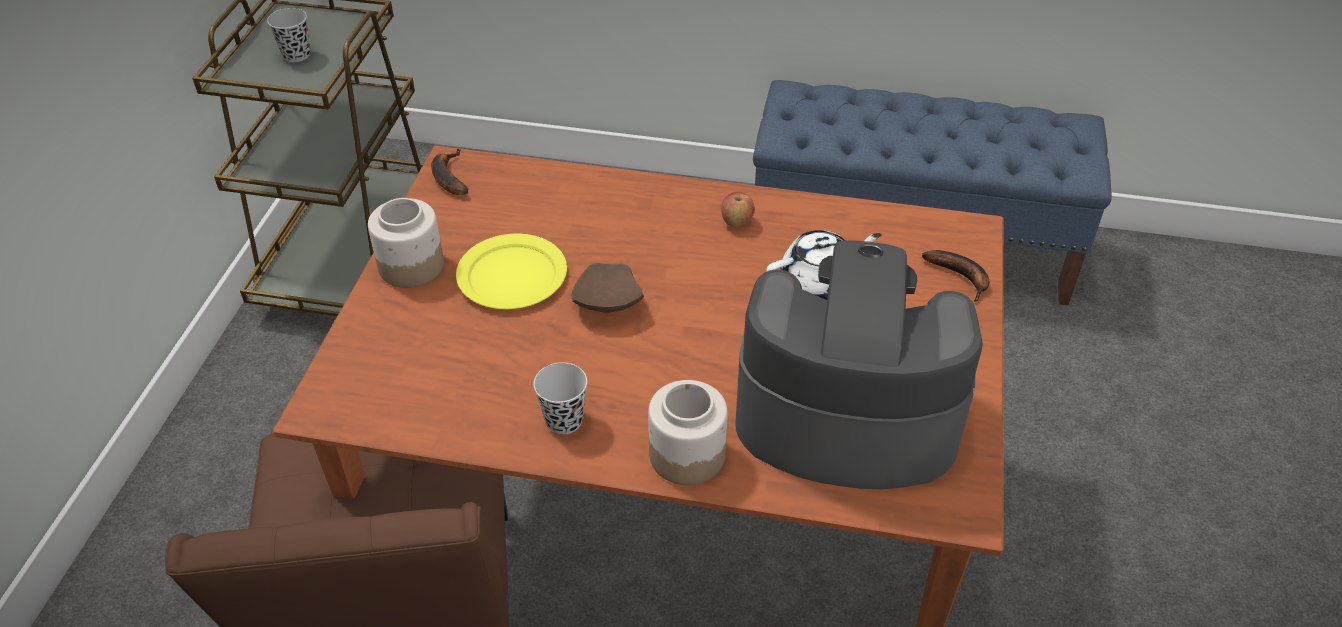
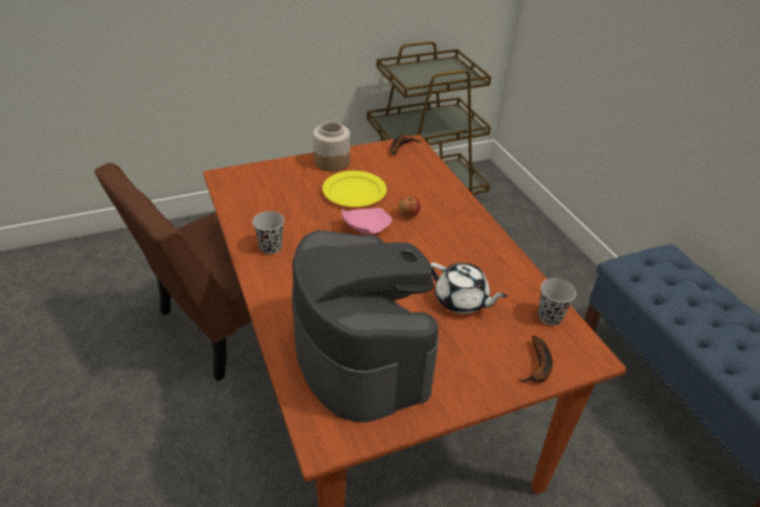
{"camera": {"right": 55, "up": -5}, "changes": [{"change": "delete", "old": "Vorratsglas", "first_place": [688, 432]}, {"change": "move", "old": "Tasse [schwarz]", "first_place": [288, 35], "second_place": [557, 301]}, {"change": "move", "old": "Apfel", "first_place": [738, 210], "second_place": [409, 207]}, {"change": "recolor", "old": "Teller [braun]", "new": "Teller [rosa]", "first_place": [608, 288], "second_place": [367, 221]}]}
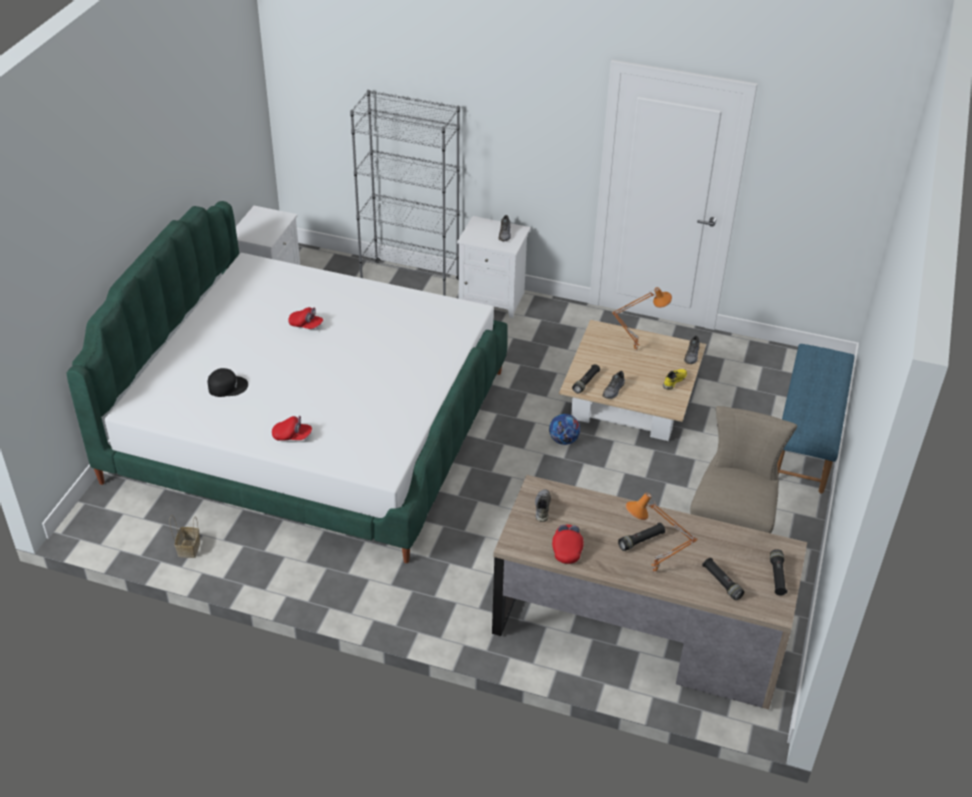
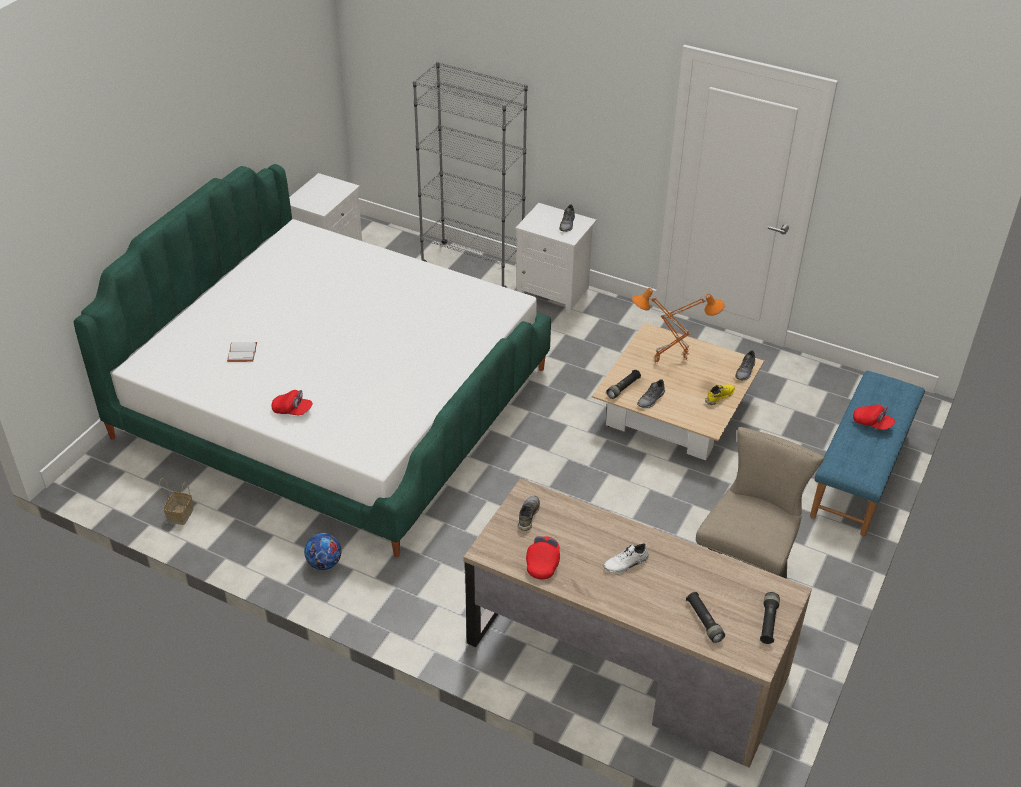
{"camera": {"right": 10, "up": 0}, "changes": [{"change": "move", "old": "Kappe [rot]", "first_place": [305, 318], "second_place": [874, 417]}, {"change": "move", "old": "Fußball", "first_place": [564, 429], "second_place": [322, 551]}, {"change": "move", "old": "Tischlampe [orange]", "first_place": [662, 532], "second_place": [661, 326]}, {"change": "replace", "old": "Kappe [schwarz]", "new": "Buch [weiß]", "first_place": [227, 382], "second_place": [242, 352]}, {"change": "replace", "old": "Taschenlampe [schwarz]", "new": "Schuh [weiß]", "first_place": [641, 537], "second_place": [626, 558]}]}
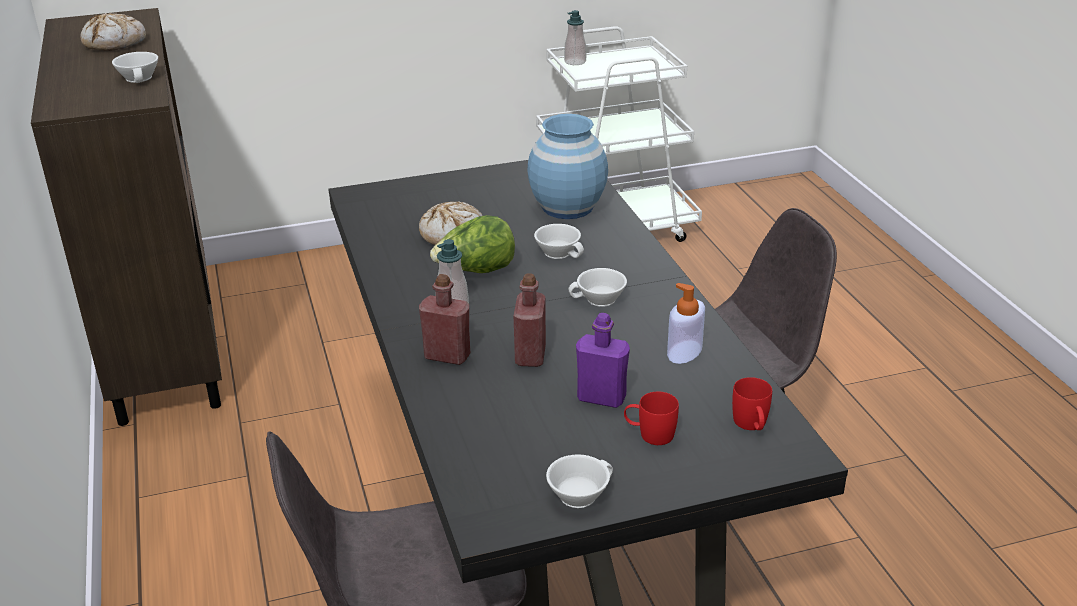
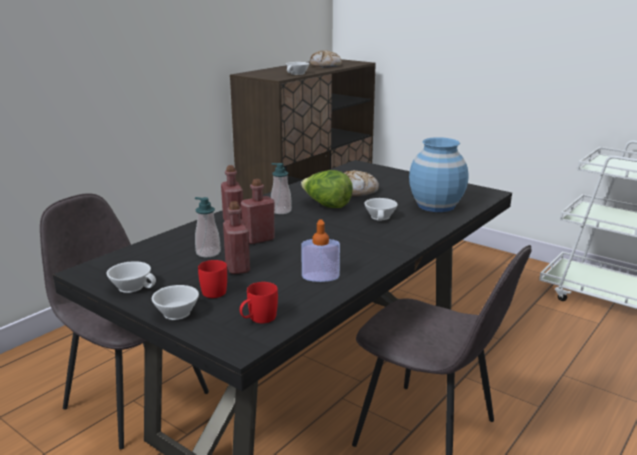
{"camera": {"right": 55, "up": -10}, "changes": [{"change": "move", "old": "Seifenspender", "first_place": [575, 37], "second_place": [208, 227]}, {"change": "move", "old": "Tasse [weiß]", "first_place": [597, 287], "second_place": [175, 302]}, {"change": "recolor", "old": "Flasche [lila]", "new": "Flasche [rot]", "first_place": [603, 360], "second_place": [236, 237]}]}
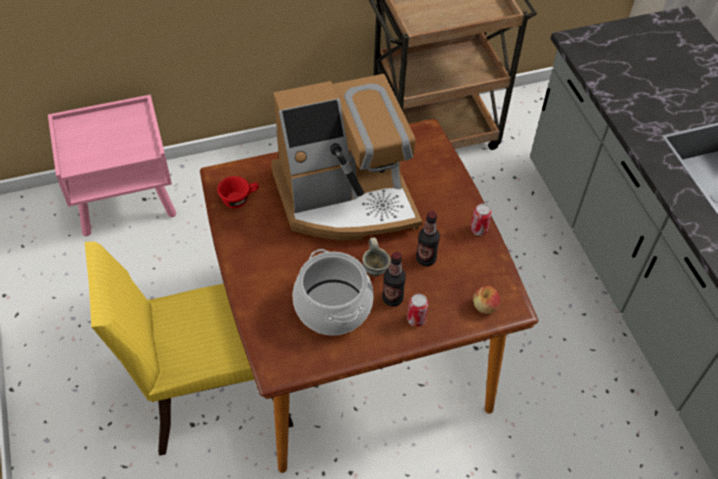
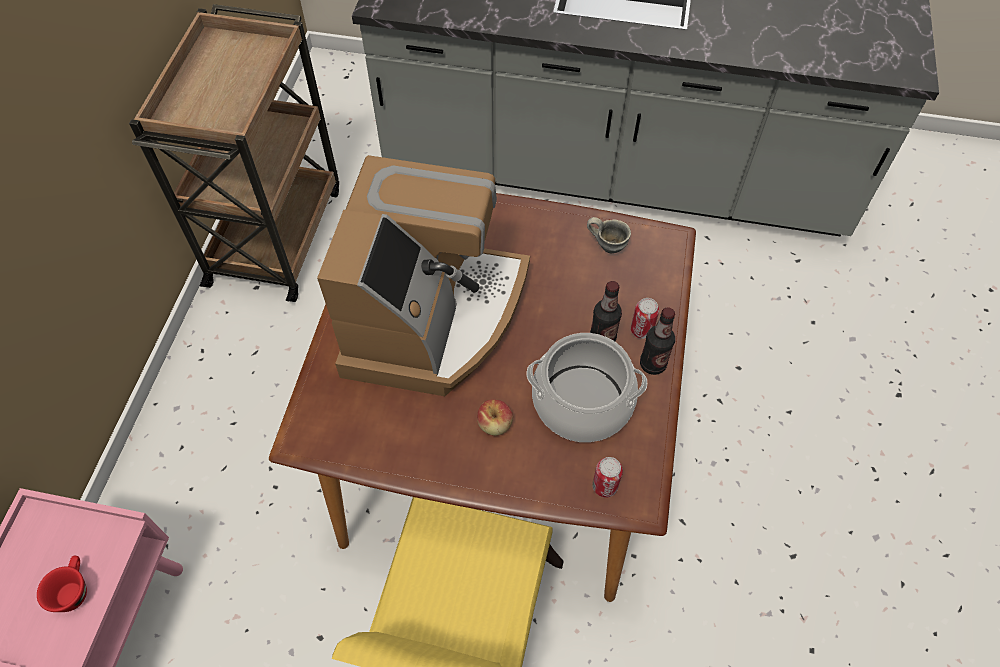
{"camera": {"right": -60, "up": 5}, "changes": [{"change": "move", "old": "Tasse [rot]", "first_place": [238, 192], "second_place": [62, 584]}, {"change": "move", "old": "Henkelbecher [grau]", "first_place": [377, 256], "second_place": [609, 235]}, {"change": "move", "old": "Flasche", "first_place": [428, 238], "second_place": [657, 341]}, {"change": "move", "old": "Dose", "first_place": [481, 219], "second_place": [607, 477]}, {"change": "move", "old": "Apfel", "first_place": [486, 300], "second_place": [495, 418]}]}
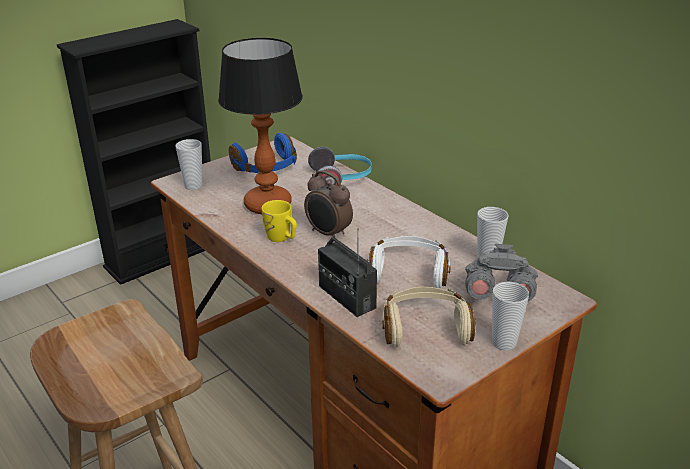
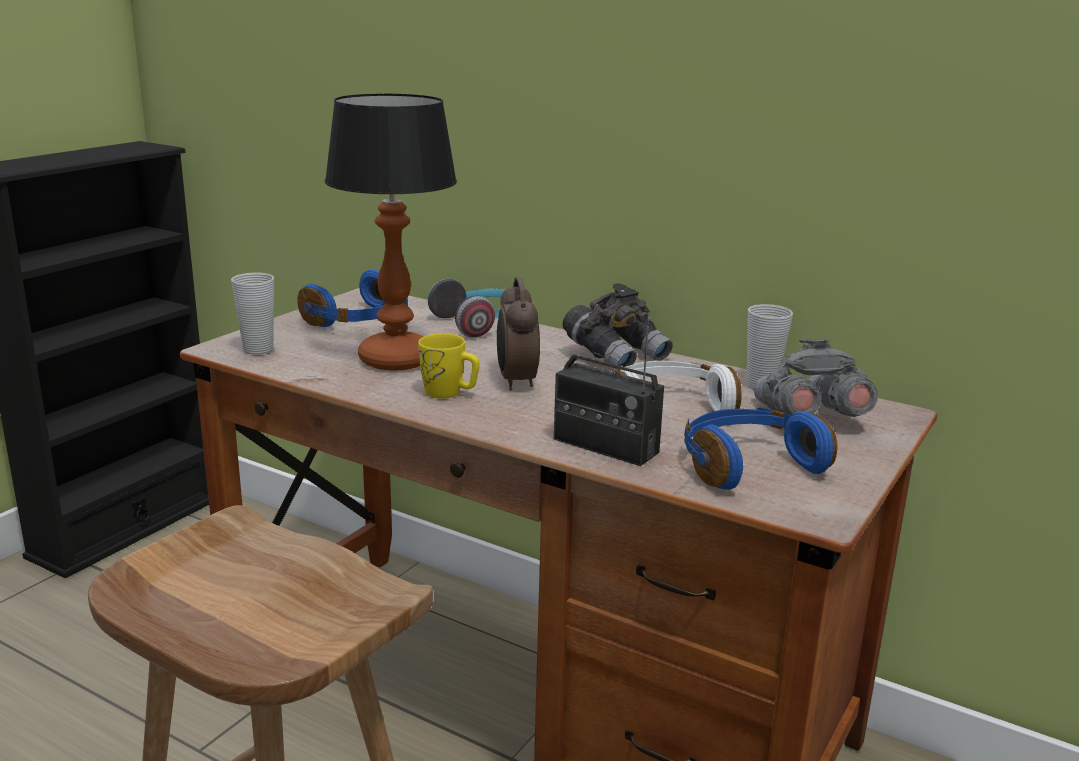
{"camera": {"right": -20, "up": -10}, "changes": [{"change": "delete", "old": "Tasse", "first_place": [510, 316]}, {"change": "insert", "new": "Fernglas [grau]", "second_place": [618, 326]}, {"change": "recolor", "old": "Kopfhörer [beige]", "new": "Kopfhörer [blau]", "first_place": [429, 317], "second_place": [760, 449]}, {"change": "rotate", "old": "Wecker", "first_place": [328, 204], "second_place": [518, 334], "degrees": 60}]}
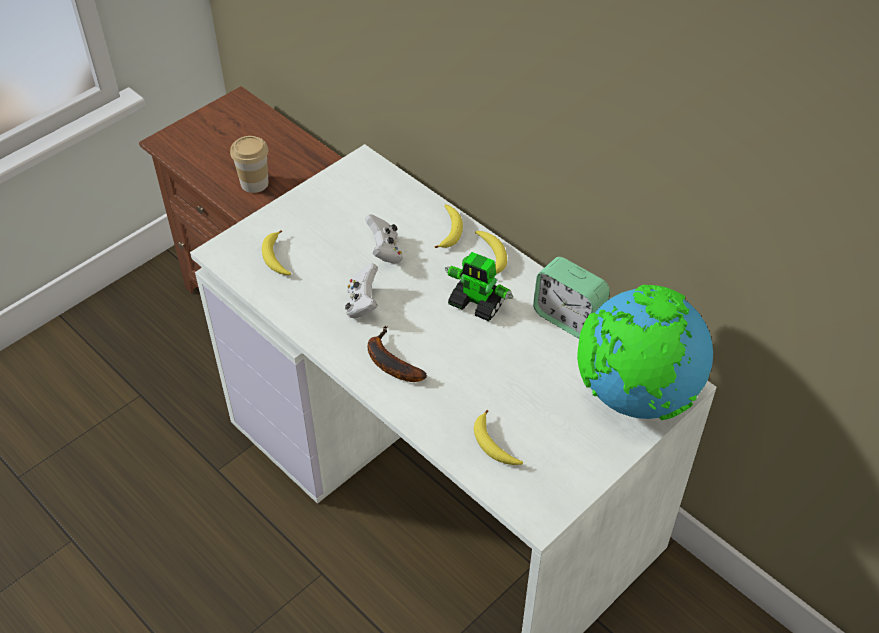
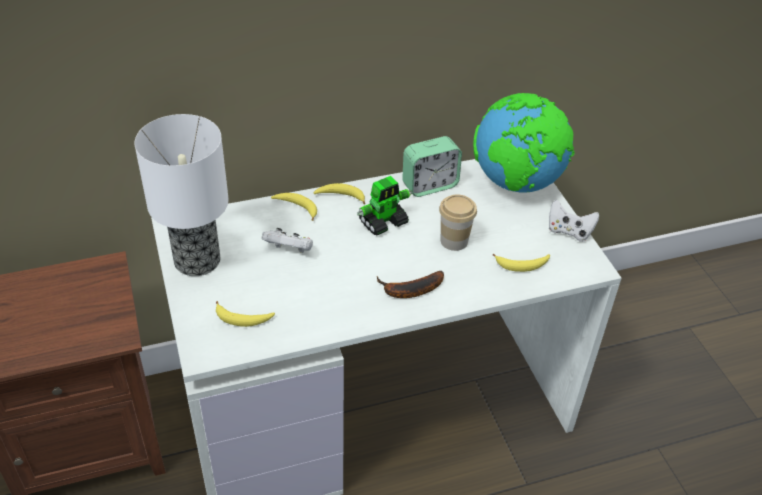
{"camera": {"right": -65, "up": -5}, "changes": [{"change": "insert", "new": "Tischlampe", "second_place": [181, 195]}, {"change": "move", "old": "Tasse", "first_place": [249, 164], "second_place": [458, 222]}, {"change": "move", "old": "Gamepad [weiß]", "first_place": [361, 291], "second_place": [574, 220]}]}
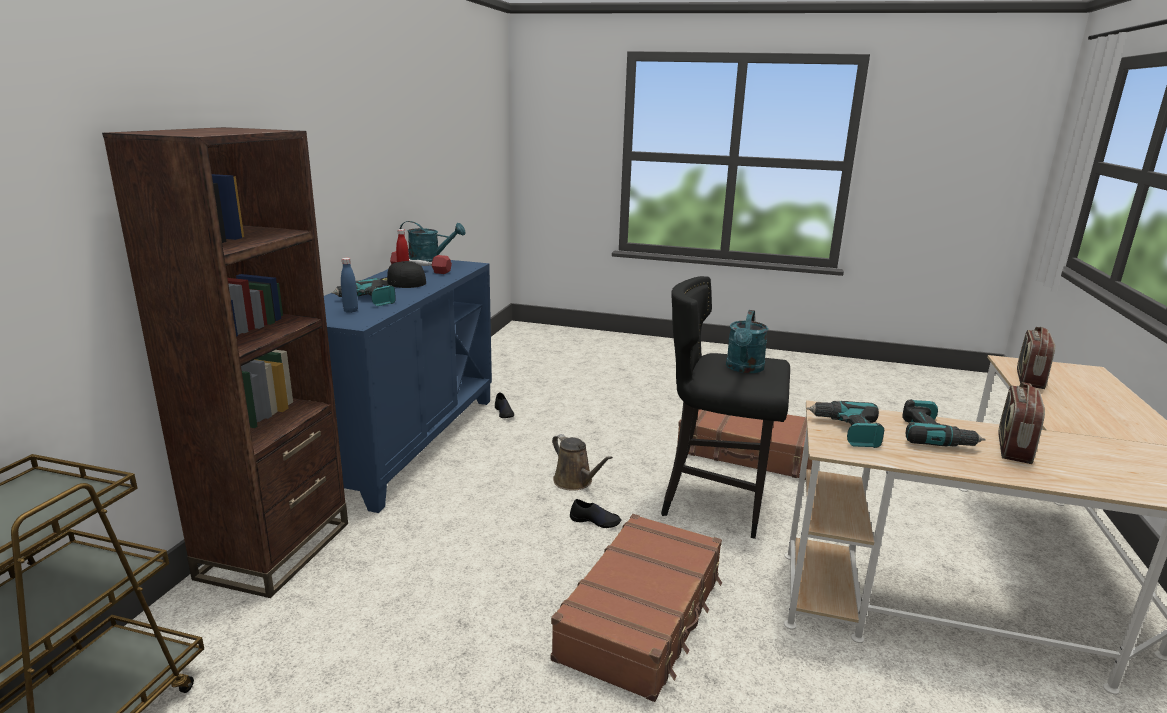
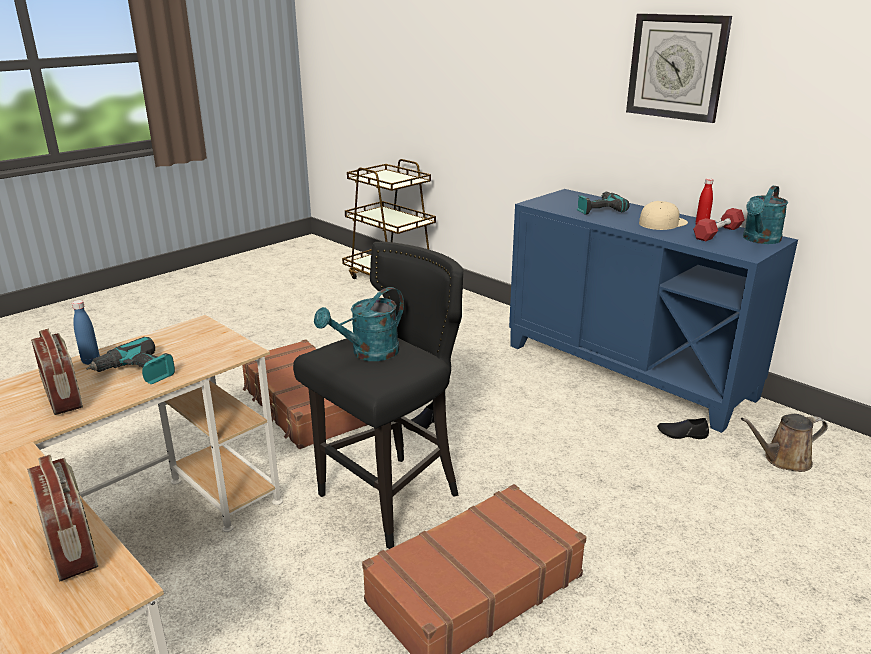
{"camera": {"right": 120, "up": 5}, "changes": [{"change": "delete", "old": "Bücherregal [braun]", "first_place": [225, 362]}, {"change": "delete", "old": "Bohrmaschine", "first_place": [845, 424]}, {"change": "insert", "new": "Wanduhr", "second_place": [679, 68]}, {"change": "move", "old": "Flasche [blau]", "first_place": [349, 285], "second_place": [86, 332]}, {"change": "move", "old": "Gießkanne [braun]", "first_place": [582, 462], "second_place": [784, 443]}, {"change": "recolor", "old": "Kappe [schwarz]", "new": "Kappe [beige]", "first_place": [403, 274], "second_place": [663, 215]}, {"change": "rotate", "old": "Gießkanne [türkis]", "first_place": [747, 341], "second_place": [359, 324], "degrees": -90}]}
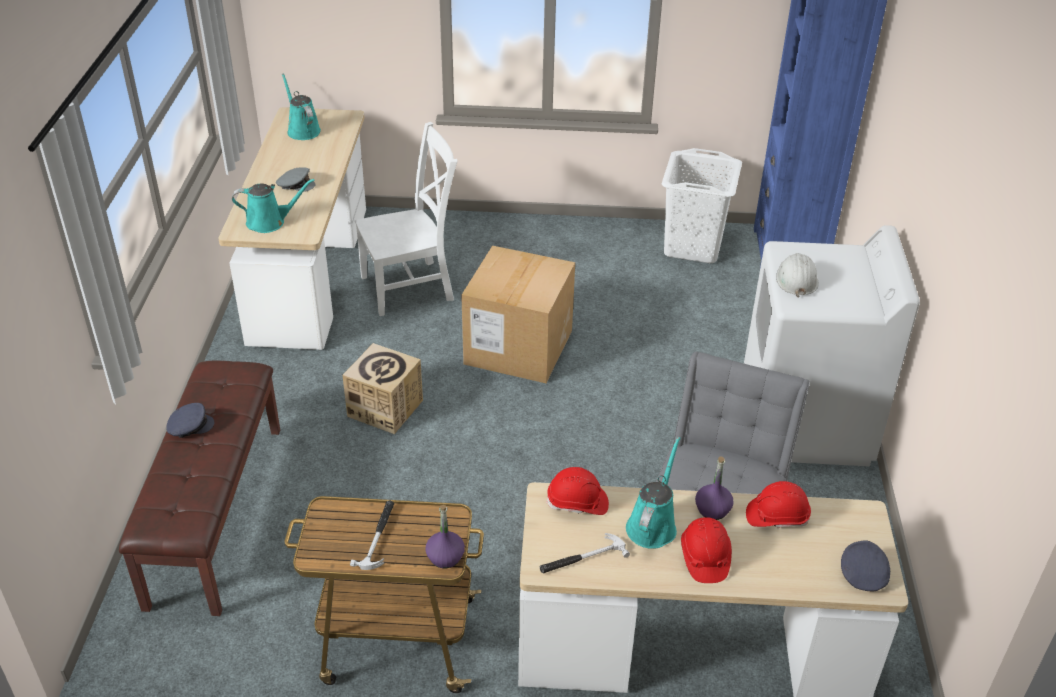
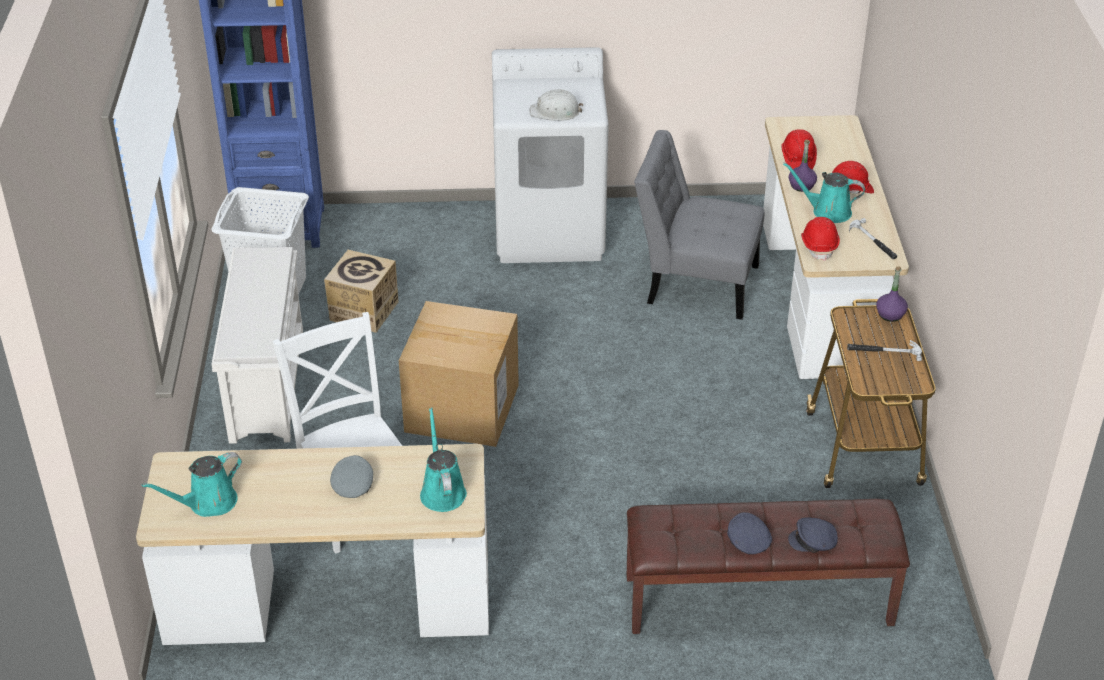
{"camera": {"right": -95, "up": 0}, "changes": [{"change": "insert", "new": "Schuhregal [weiß]", "second_place": [257, 345]}, {"change": "move", "old": "Karton", "first_place": [382, 388], "second_place": [361, 291]}, {"change": "move", "old": "Kappe [grau]", "first_place": [865, 565], "second_place": [813, 535]}]}
